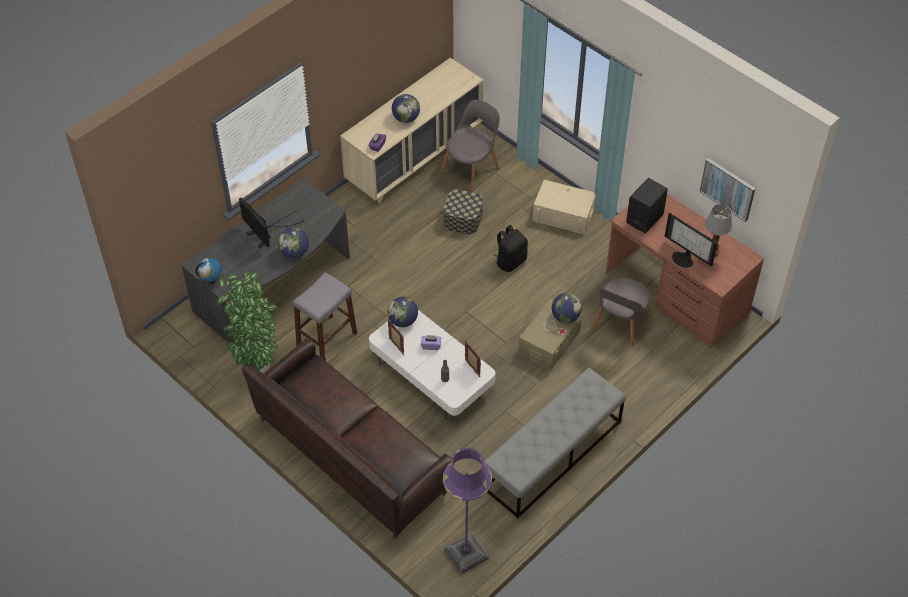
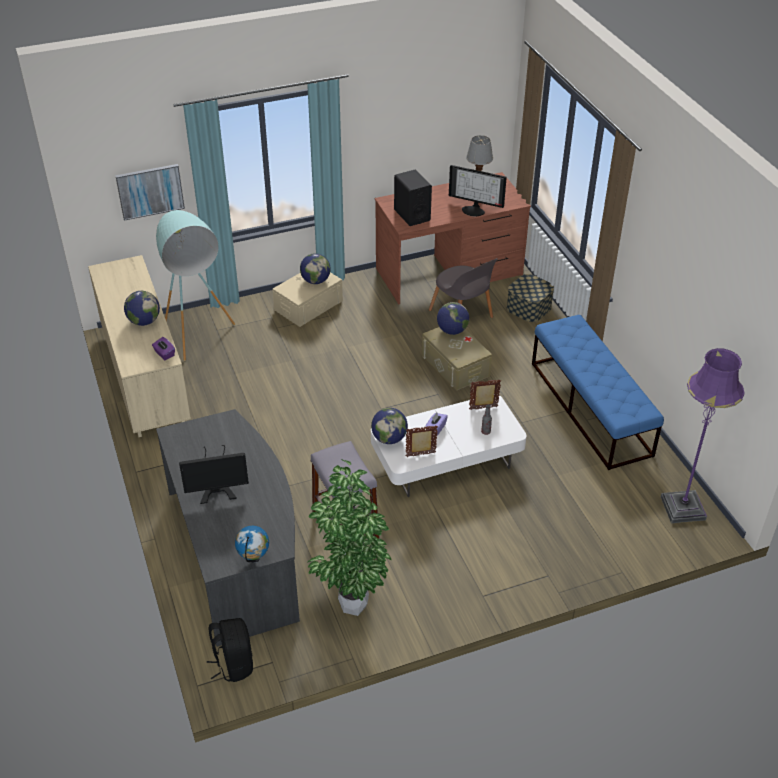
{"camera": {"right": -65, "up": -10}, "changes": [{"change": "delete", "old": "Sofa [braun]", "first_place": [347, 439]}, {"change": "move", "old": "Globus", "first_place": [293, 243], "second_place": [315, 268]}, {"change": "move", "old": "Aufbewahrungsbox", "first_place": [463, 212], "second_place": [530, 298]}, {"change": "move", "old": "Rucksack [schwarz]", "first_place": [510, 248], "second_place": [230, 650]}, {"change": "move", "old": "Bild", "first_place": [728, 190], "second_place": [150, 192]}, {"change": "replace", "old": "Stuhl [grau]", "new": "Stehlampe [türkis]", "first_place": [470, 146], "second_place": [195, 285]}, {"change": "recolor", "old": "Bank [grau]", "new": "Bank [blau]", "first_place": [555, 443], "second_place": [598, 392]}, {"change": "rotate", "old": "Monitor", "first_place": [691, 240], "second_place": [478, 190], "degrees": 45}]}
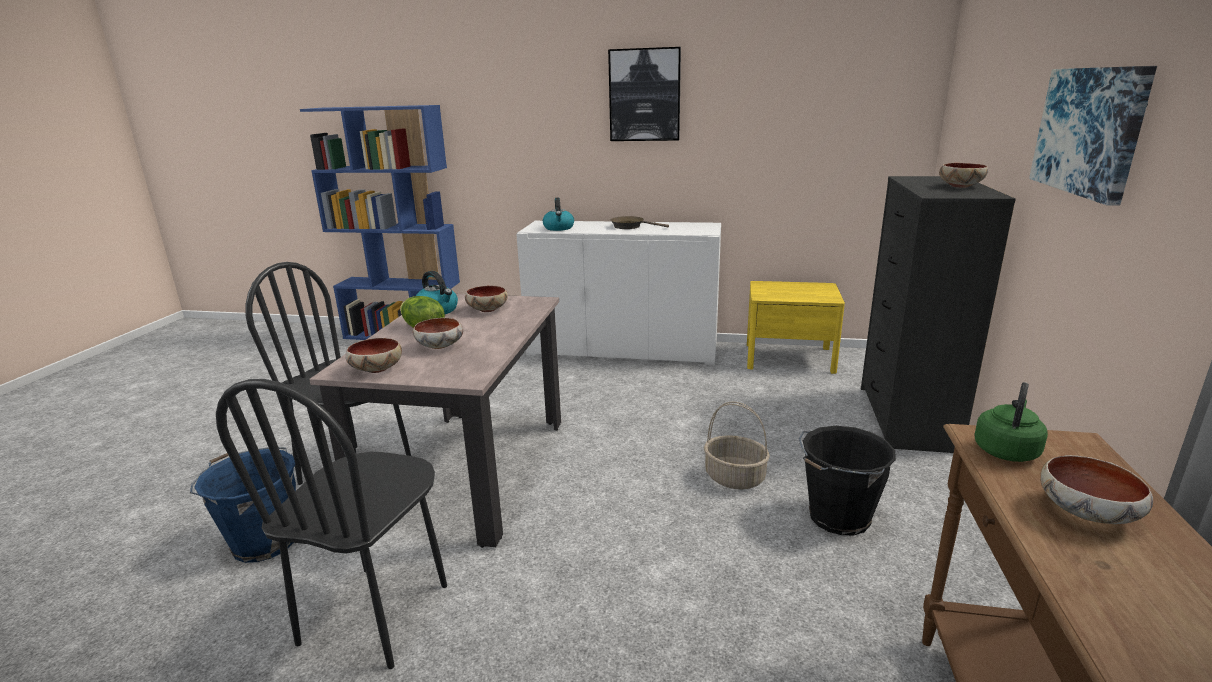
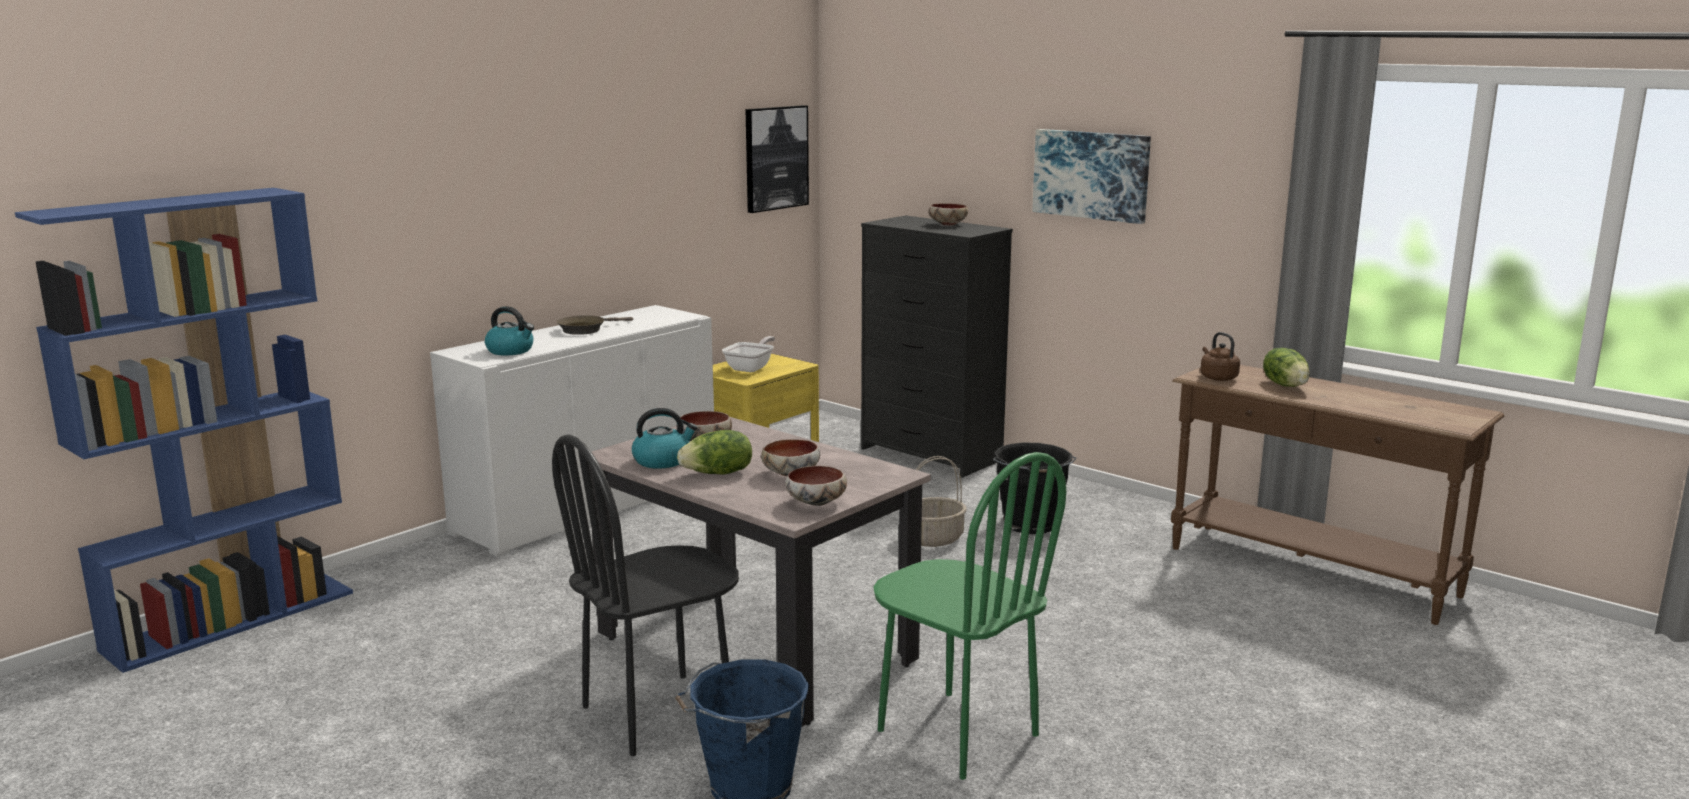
{"camera": {"right": -60, "up": -5}, "changes": [{"change": "insert", "new": "Pfanne", "second_place": [748, 354]}, {"change": "move", "old": "Bild", "first_place": [644, 94], "second_place": [777, 159]}, {"change": "replace", "old": "Schüssel", "new": "Salatkopf", "first_place": [1096, 489], "second_place": [1286, 367]}, {"change": "recolor", "old": "Stuhl [schwarz]", "new": "Stuhl [grün]", "first_place": [331, 524], "second_place": [969, 616]}, {"change": "recolor", "old": "Wasserkessel [grün]", "new": "Wasserkessel [braun]", "first_place": [1011, 422], "second_place": [1220, 356]}]}
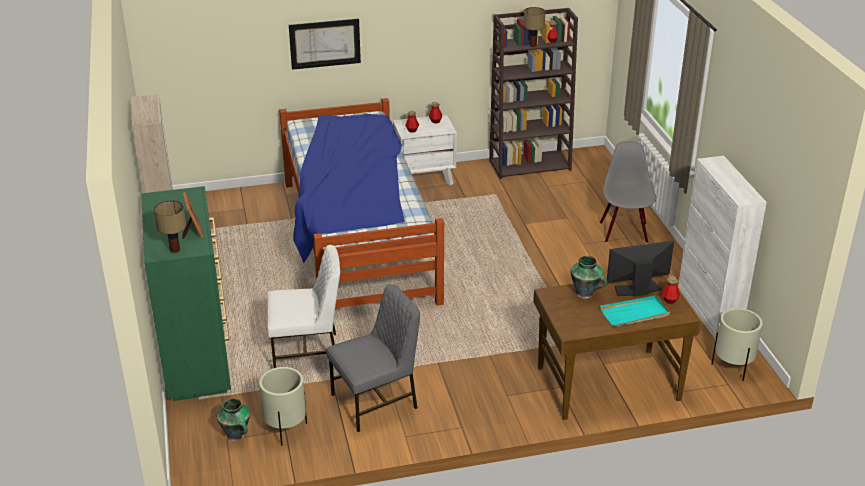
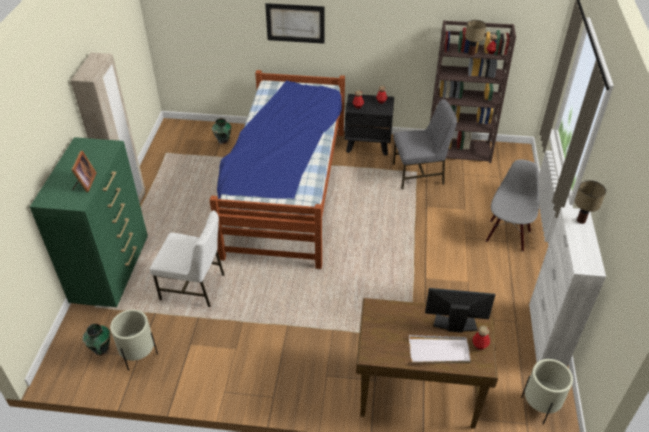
{"camera": {"right": 20, "up": 10}, "changes": [{"change": "move", "old": "Tischlampe", "first_place": [170, 226], "second_place": [590, 202]}, {"change": "move", "old": "Stuhl [grau]", "first_place": [373, 358], "second_place": [425, 144]}, {"change": "move", "old": "Vase", "first_place": [589, 277], "second_place": [221, 131]}, {"change": "recolor", "old": "Nachttisch [weiß]", "new": "Nachttisch [schwarz]", "first_place": [425, 149], "second_place": [369, 125]}, {"change": "recolor", "old": "Tablett [türkis]", "new": "Tablett [weiß]", "first_place": [635, 311], "second_place": [440, 349]}]}
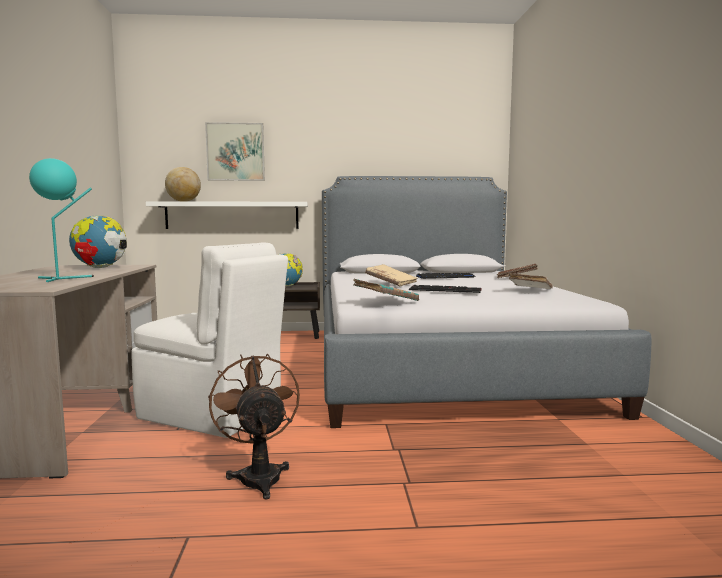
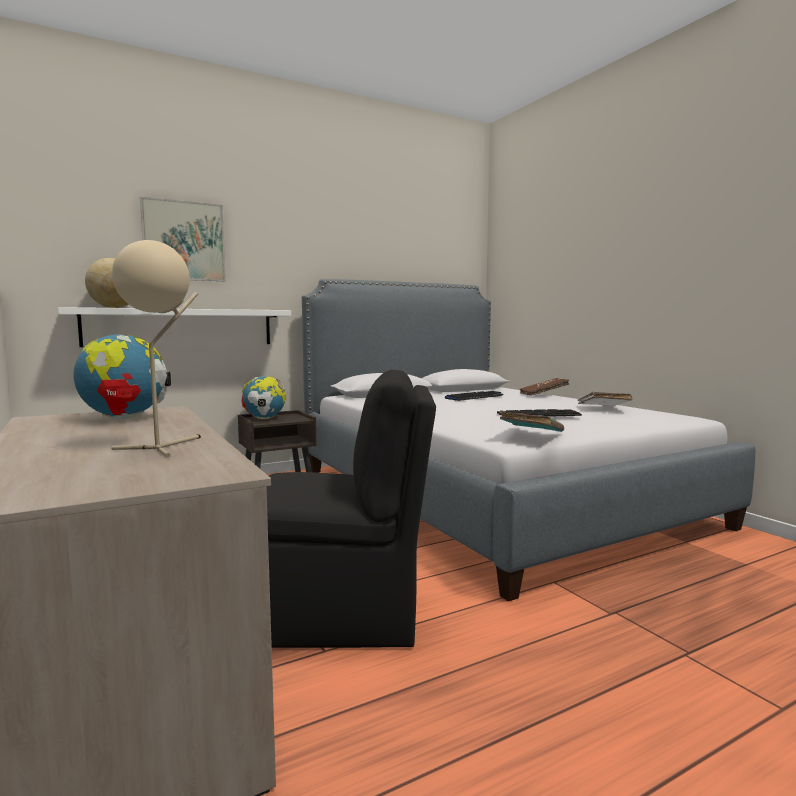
{"camera": {"right": -25, "up": 0}, "changes": [{"change": "delete", "old": "Ventilator [braun]", "first_place": [254, 427]}, {"change": "delete", "old": "Buch [beige]", "first_place": [391, 275]}, {"change": "recolor", "old": "Tischlampe [türkis]", "new": "Tischlampe [beige]", "first_place": [61, 220], "second_place": [156, 348]}, {"change": "recolor", "old": "Stuhl [weiß]", "new": "Stuhl [schwarz]", "first_place": [209, 340], "second_place": [351, 509]}]}
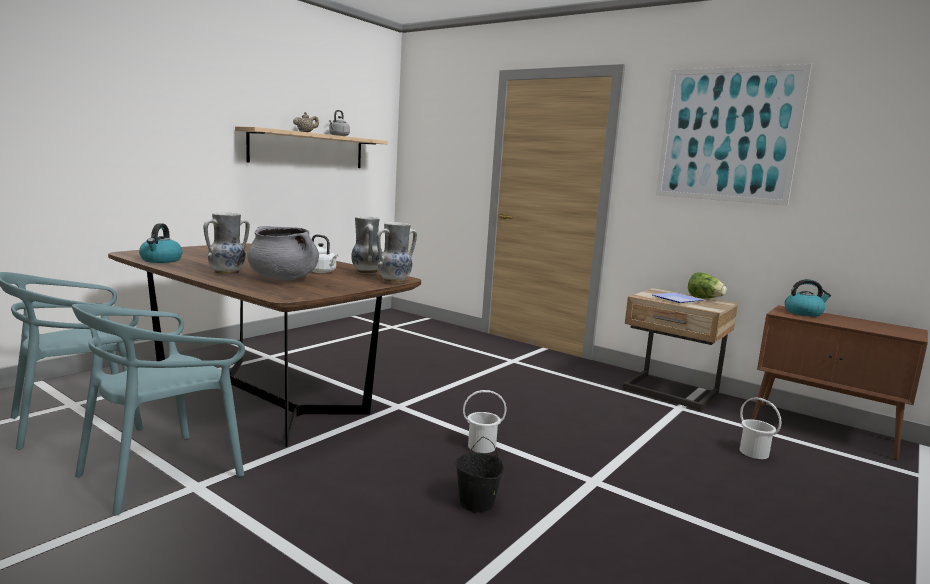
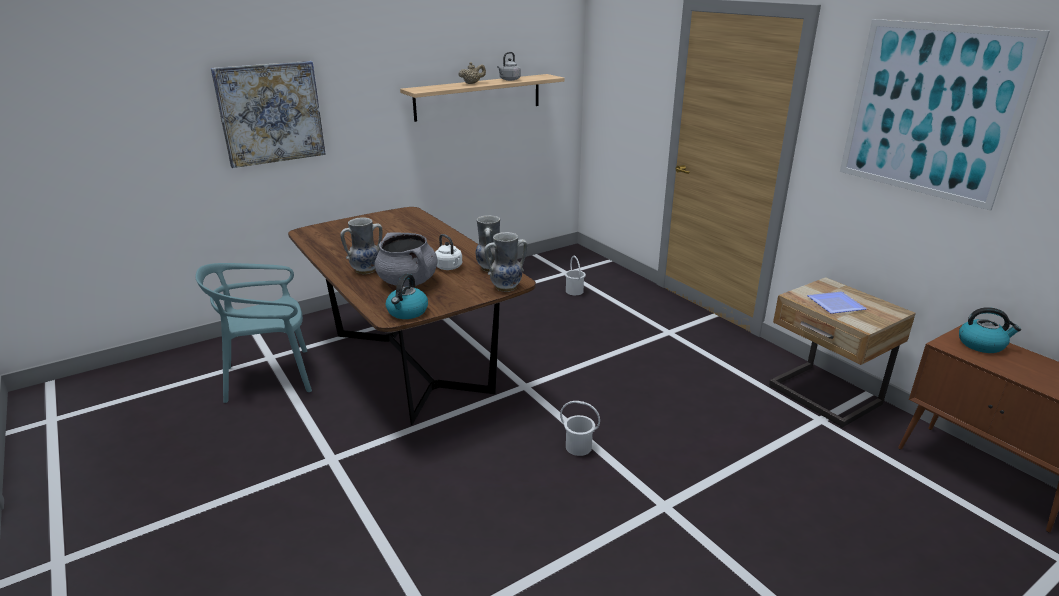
{"camera": {"right": 20, "up": 15}, "changes": [{"change": "delete", "old": "Stuhl [türkis]", "first_place": [158, 409]}, {"change": "delete", "old": "Eimer [schwarz]", "first_place": [479, 474]}, {"change": "delete", "old": "Salatkopf", "first_place": [707, 285]}, {"change": "insert", "new": "Bild", "second_place": [268, 114]}, {"change": "move", "old": "Wasserkessel", "first_place": [161, 243], "second_place": [407, 296]}, {"change": "move", "old": "Eimer [weiß]", "first_place": [761, 428], "second_place": [575, 275]}]}
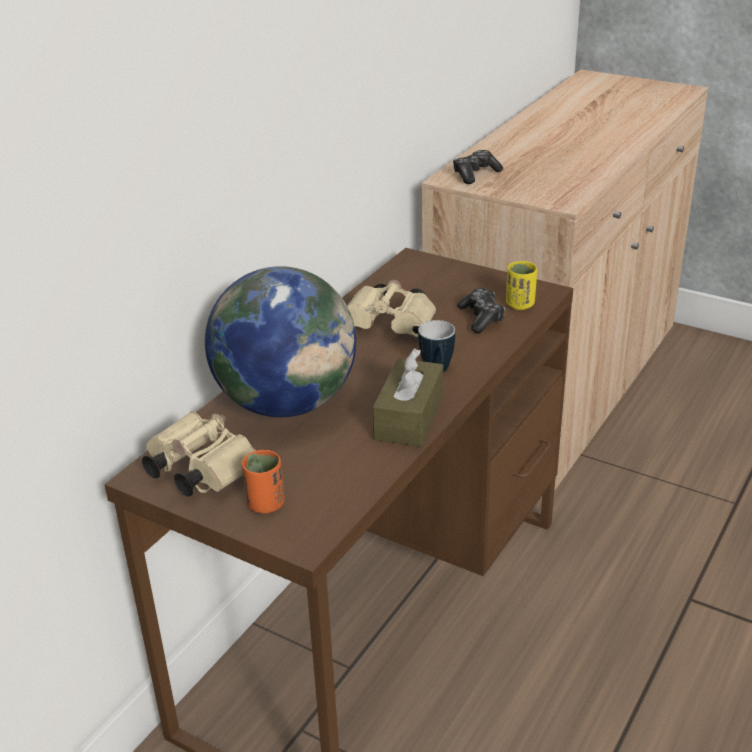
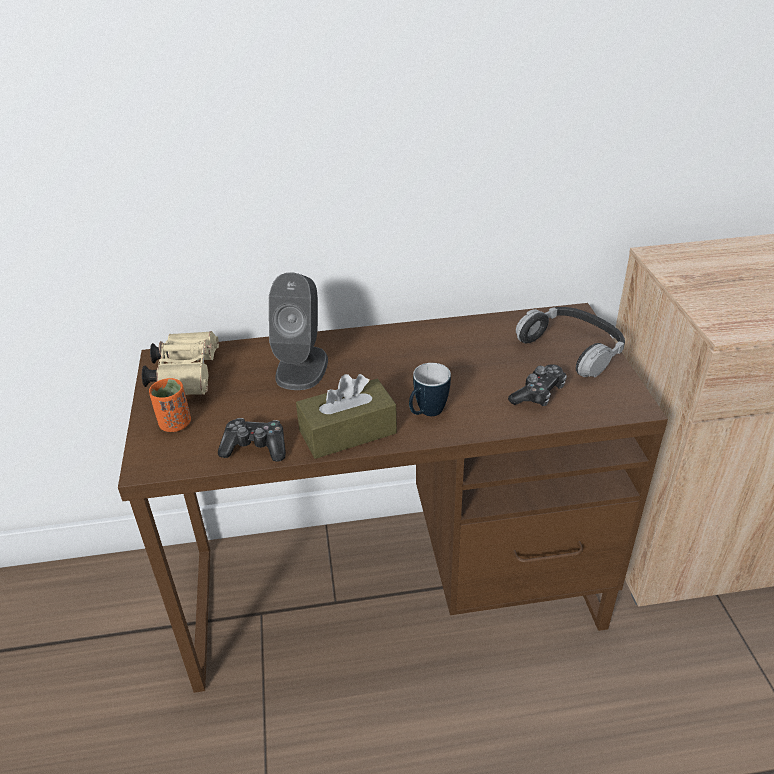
{"camera": {"right": 50, "up": 5}, "changes": [{"change": "delete", "old": "Fernglas [beige]", "first_place": [391, 308]}, {"change": "delete", "old": "Tasse [gelb]", "first_place": [521, 285]}, {"change": "insert", "new": "Kopfhörer", "second_place": [570, 342]}, {"change": "move", "old": "Gamepad", "first_place": [478, 167], "second_place": [252, 440]}, {"change": "replace", "old": "Globus", "new": "Lautsprecher [grau]", "first_place": [280, 341], "second_place": [298, 331]}]}
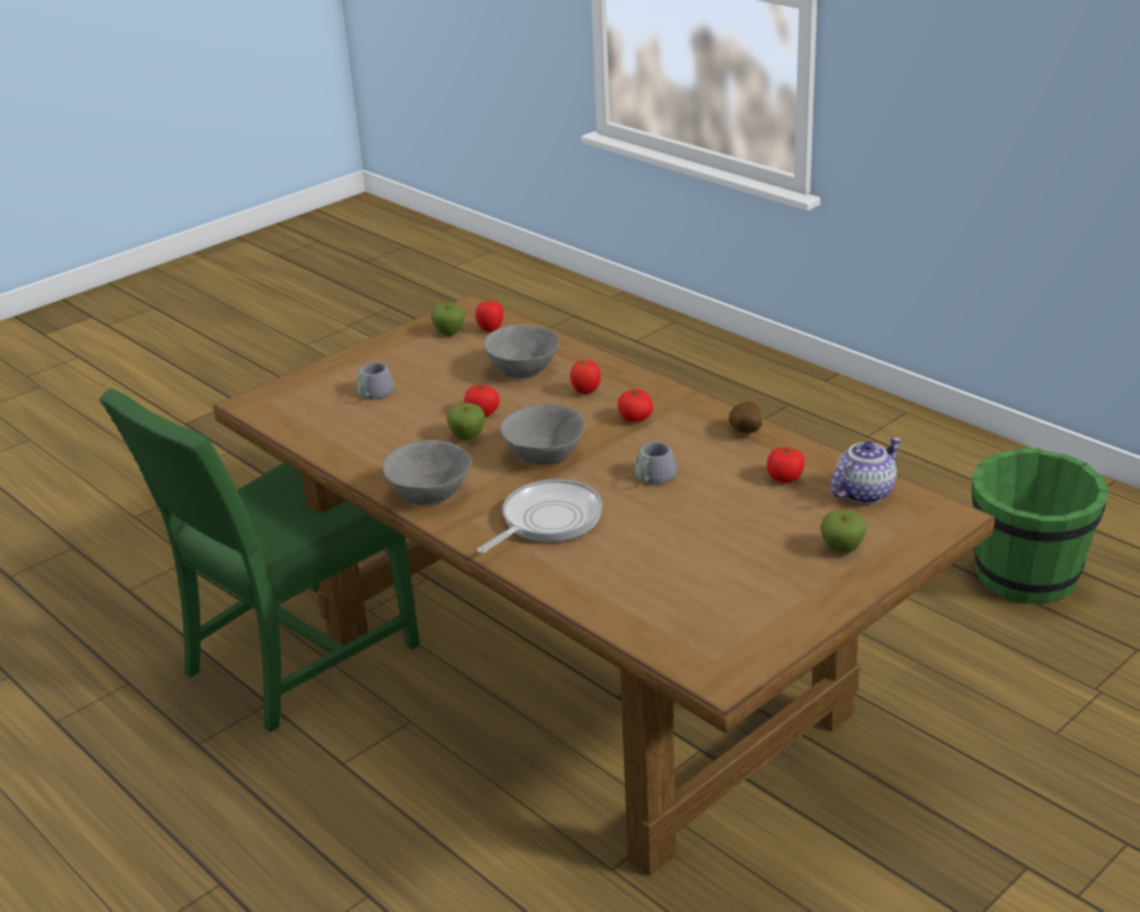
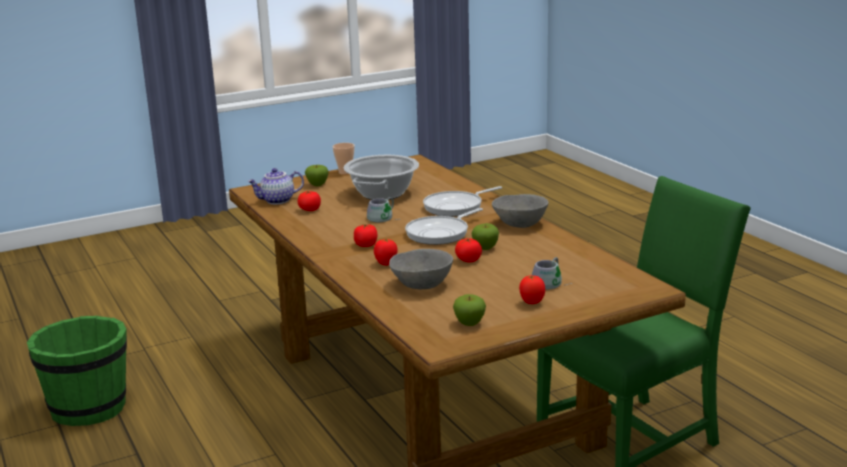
{"camera": {"right": -165, "up": -10}, "changes": [{"change": "delete", "old": "Kartoffel", "first_place": [745, 417]}, {"change": "insert", "new": "Tasse", "second_place": [343, 159]}, {"change": "insert", "new": "Kochtopf", "second_place": [381, 177]}, {"change": "move", "old": "Tomate", "first_place": [489, 316], "second_place": [532, 289]}, {"change": "replace", "old": "Schüssel [grau]", "new": "Pfanne", "first_place": [542, 434], "second_place": [444, 226]}]}
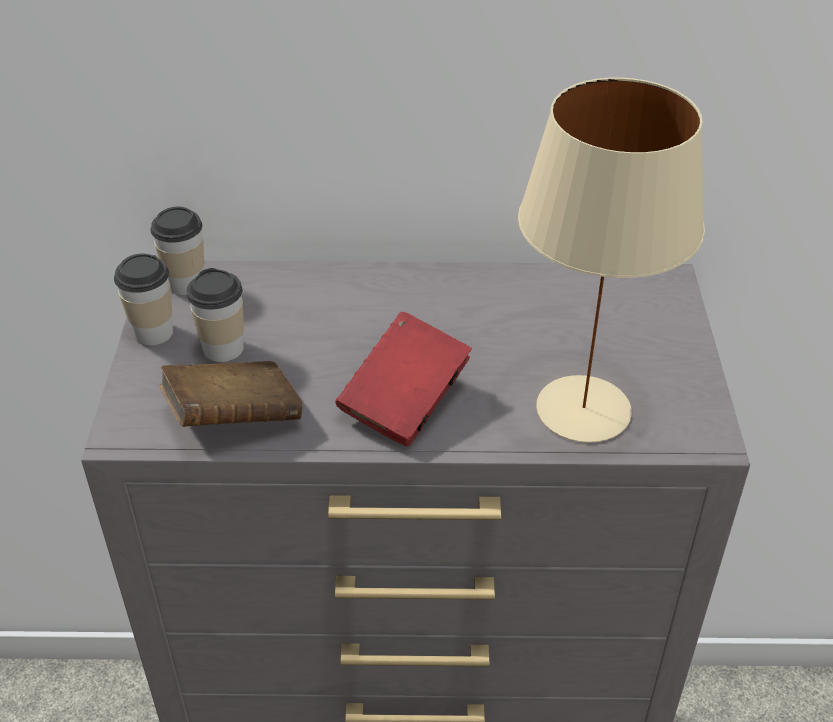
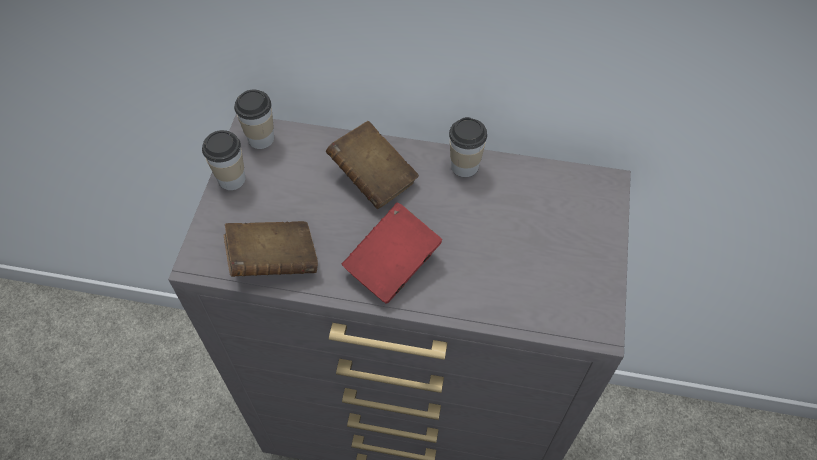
{"camera": {"right": 10, "up": 15}, "changes": [{"change": "delete", "old": "Tischlampe [beige]", "first_place": [611, 260]}, {"change": "insert", "new": "Buch [braun]", "second_place": [372, 165]}, {"change": "move", "old": "Tasse", "first_place": [215, 315], "second_place": [468, 147]}]}
